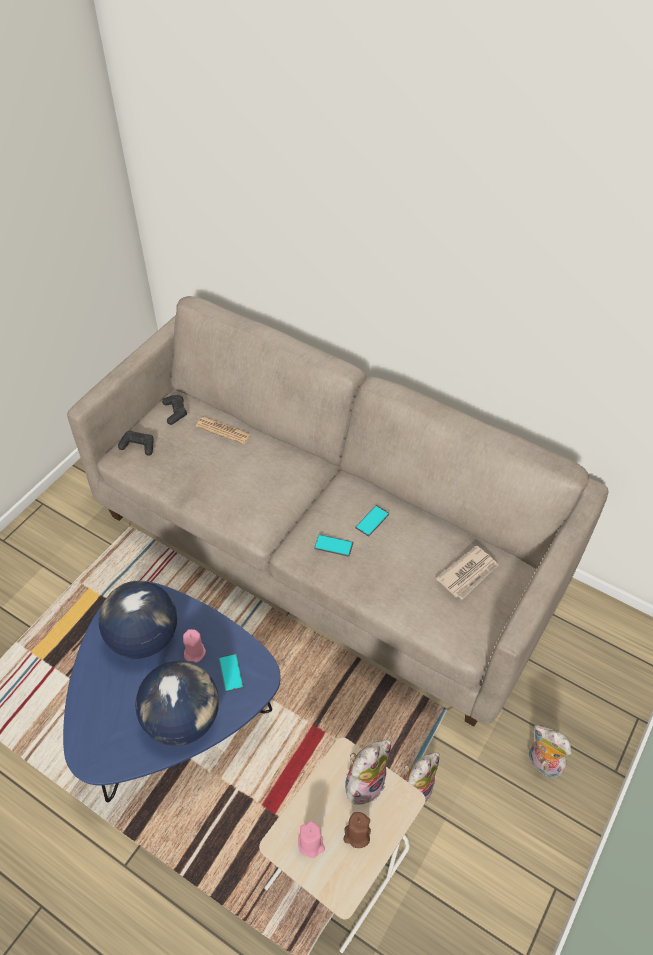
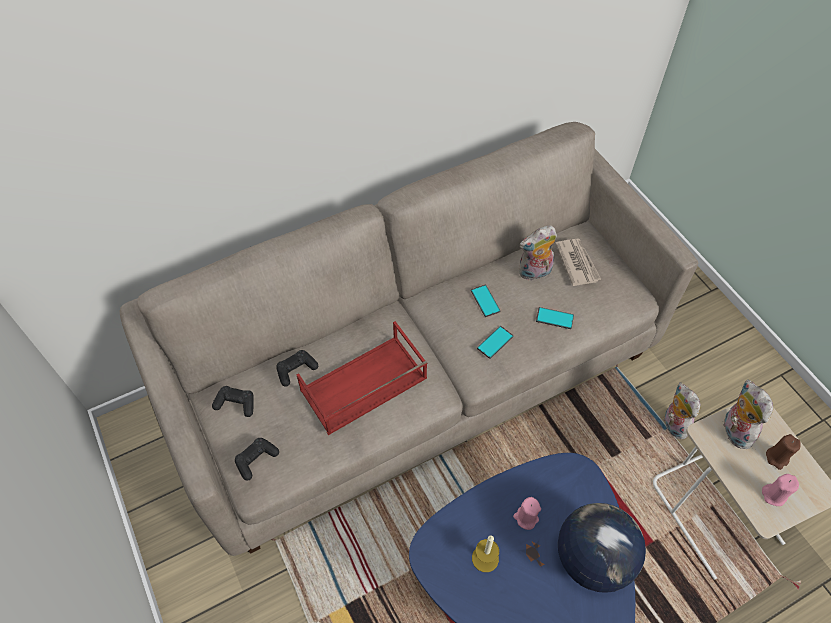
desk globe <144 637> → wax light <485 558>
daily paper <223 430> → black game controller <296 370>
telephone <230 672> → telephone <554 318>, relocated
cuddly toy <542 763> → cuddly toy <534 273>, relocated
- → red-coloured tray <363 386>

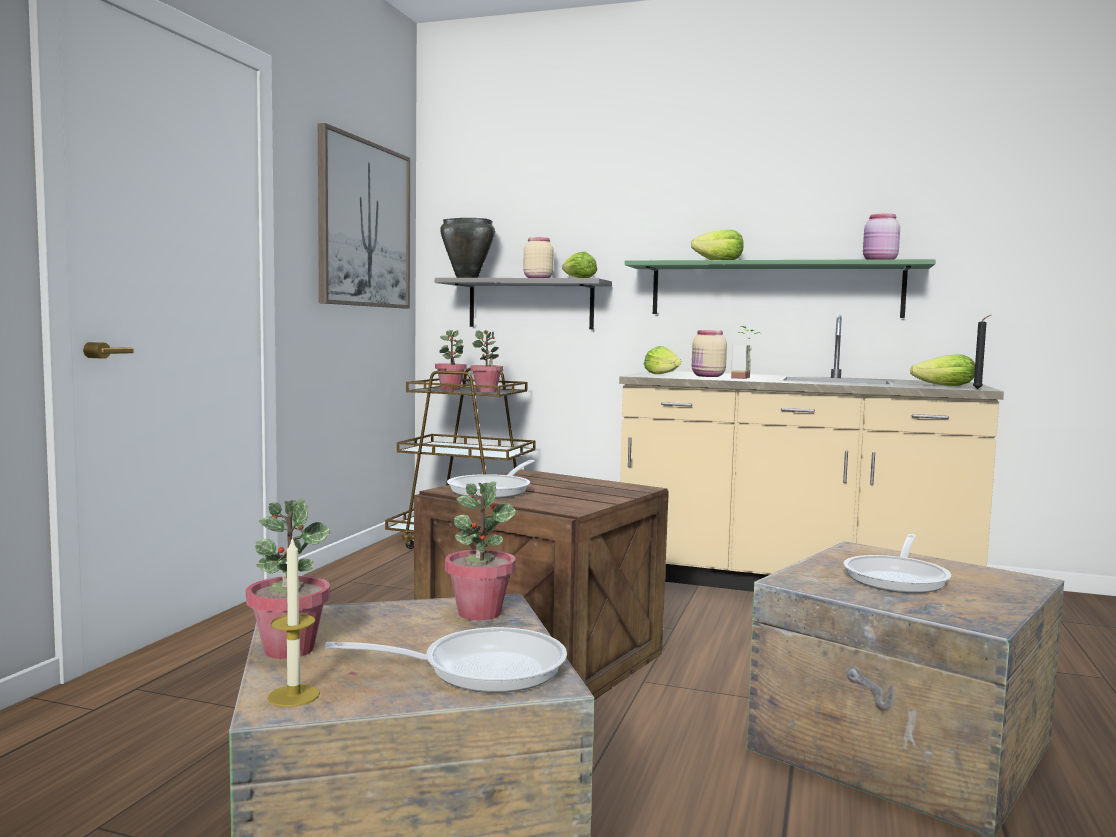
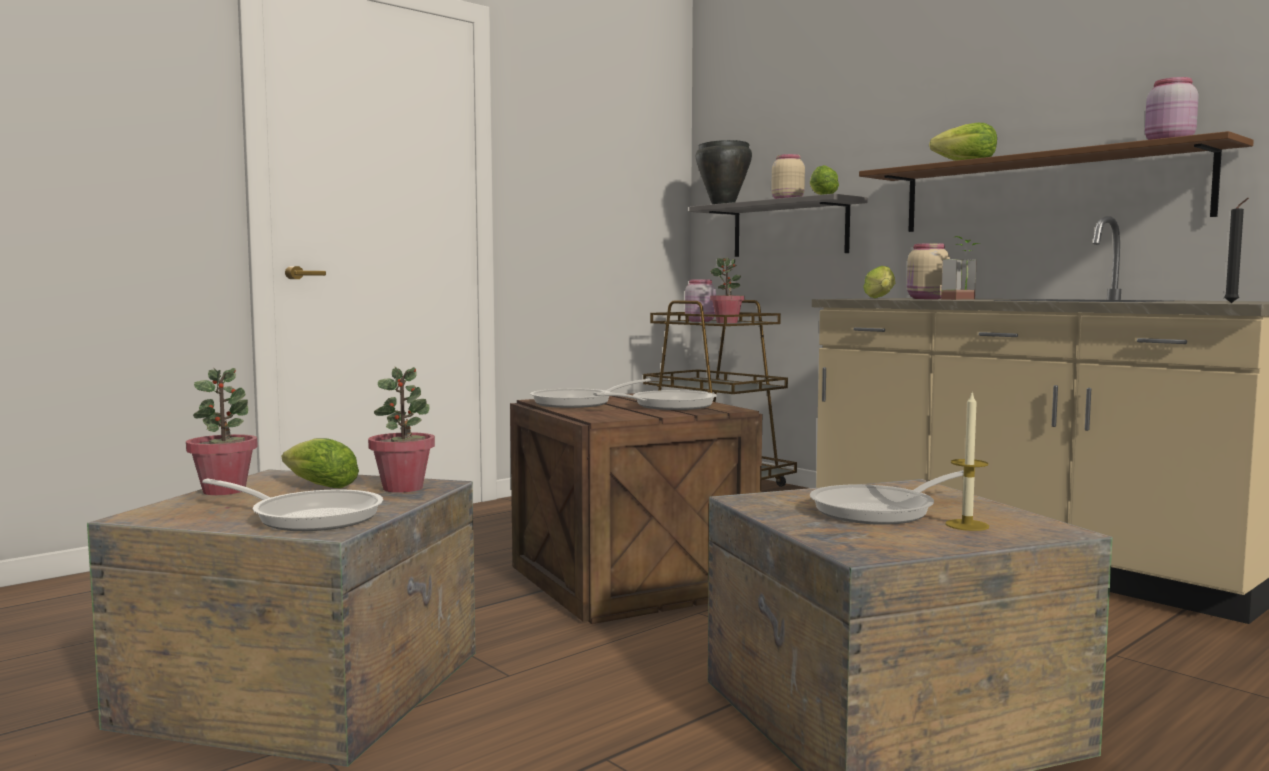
wax light <294 695> → wax light <967 525>, relocated
picture <364 224> → -
houseplant <450 389> → pink storage jar <700 321>
greenish bracket shelf <774 290> → brownish bracket shelf <1046 192>
head of lettuce <940 385> → head of lettuce <316 486>, relocated
- → pan <667 406>

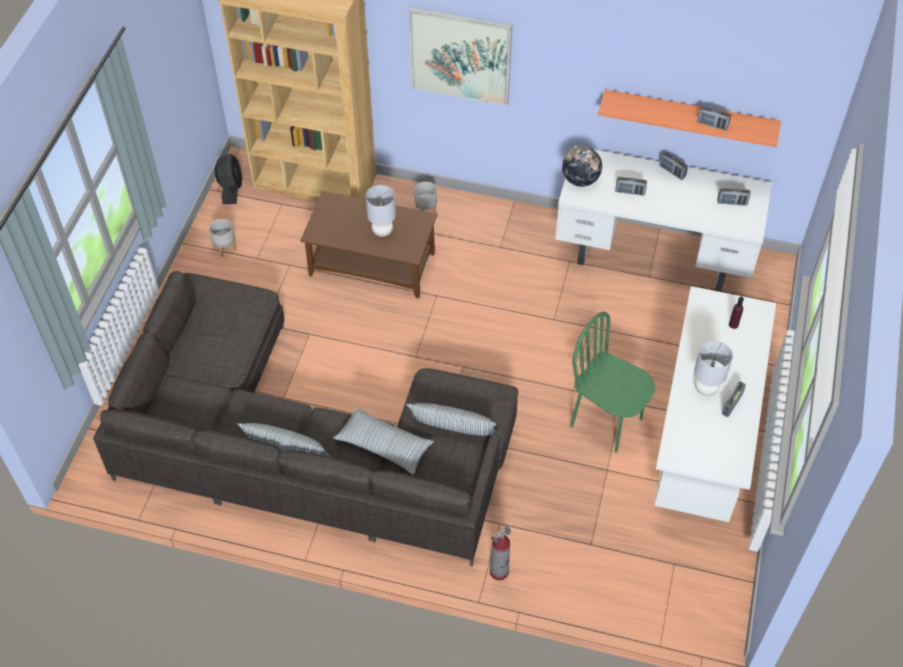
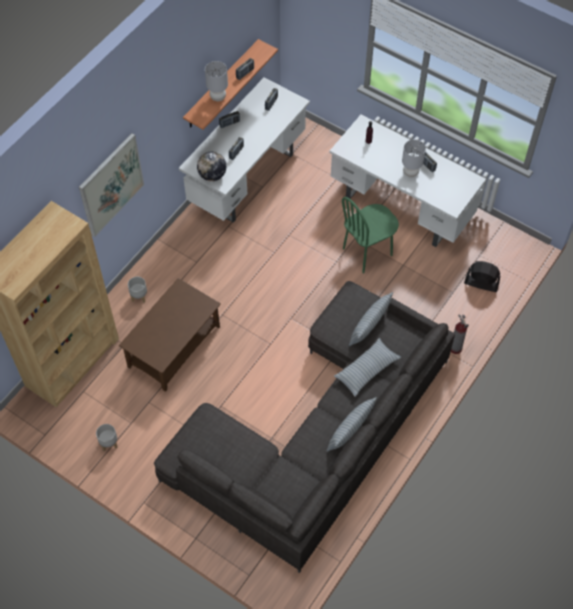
black electric fan <231 189> → black electric fan <481 283>, relocated
greyish table lamp <382 231> → greyish table lamp <217 97>, relocated

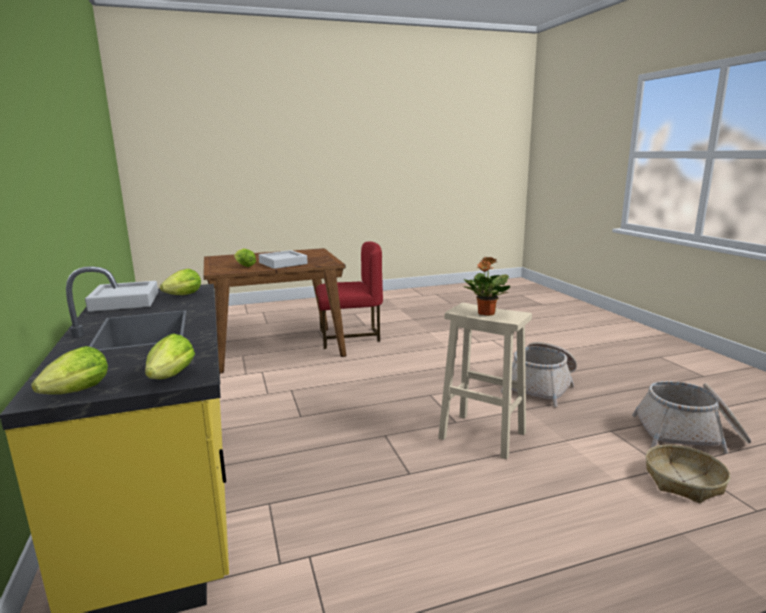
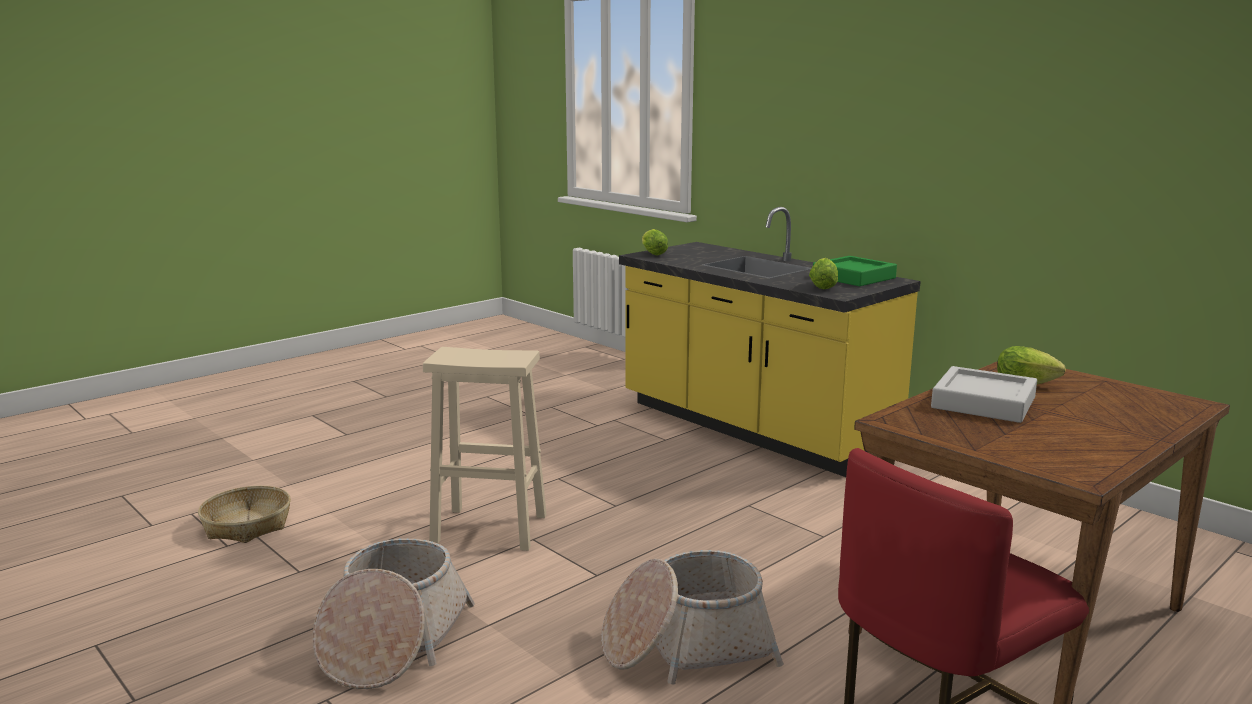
head of lettuce <74 393> → -
greyish tray <125 302> → greenish tray <853 277>
houseplant <486 313> → -
basket <690 434> → basket <686 646>, relocated

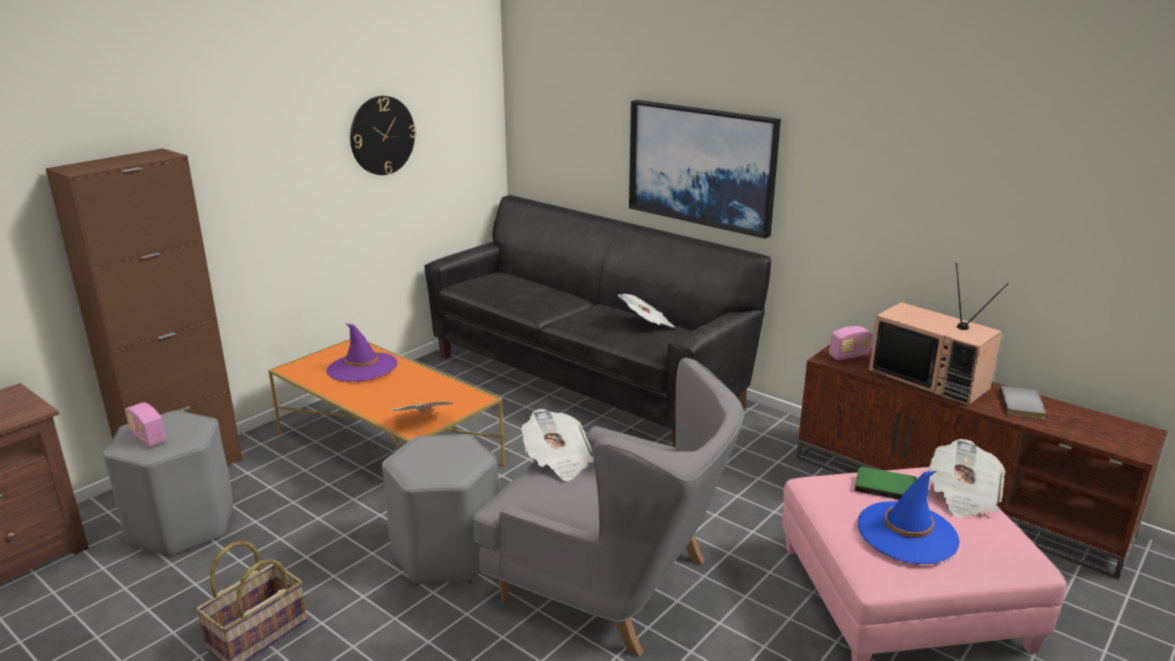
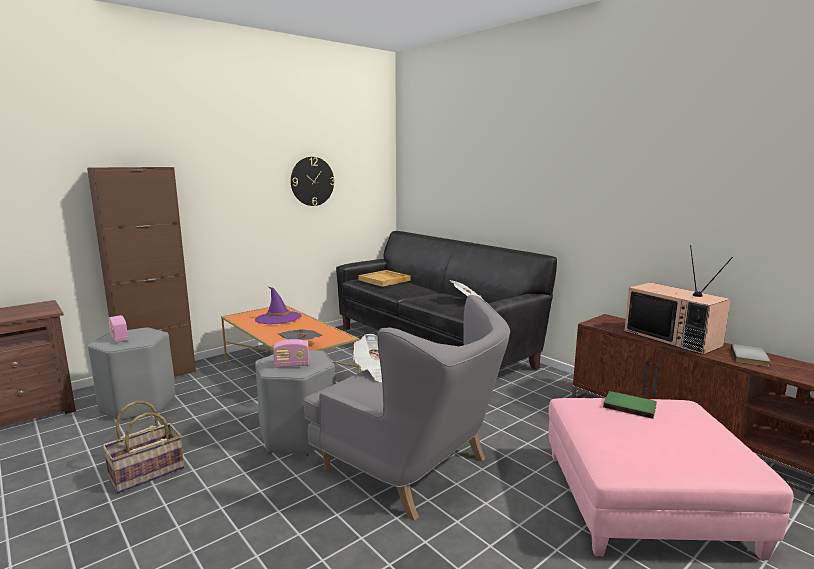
picture <701 166> → -
radio <849 356> → radio <292 365>, relocated
blue wearable hat <907 533> → -
daily paper <962 496> → -
- → sand-coloured tray <384 280>

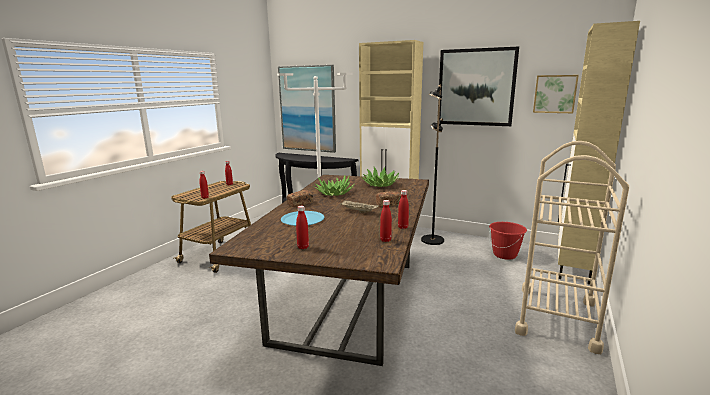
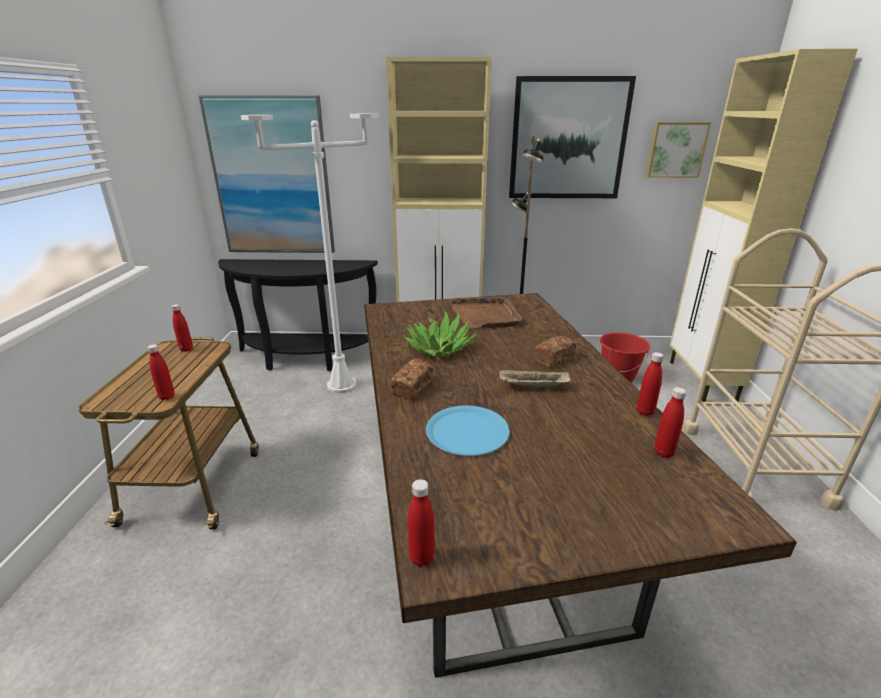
red-coloured drink bottle <303 247> → red-coloured drink bottle <421 558>, relocated
houseplant <380 184> → brownish tray <486 315>

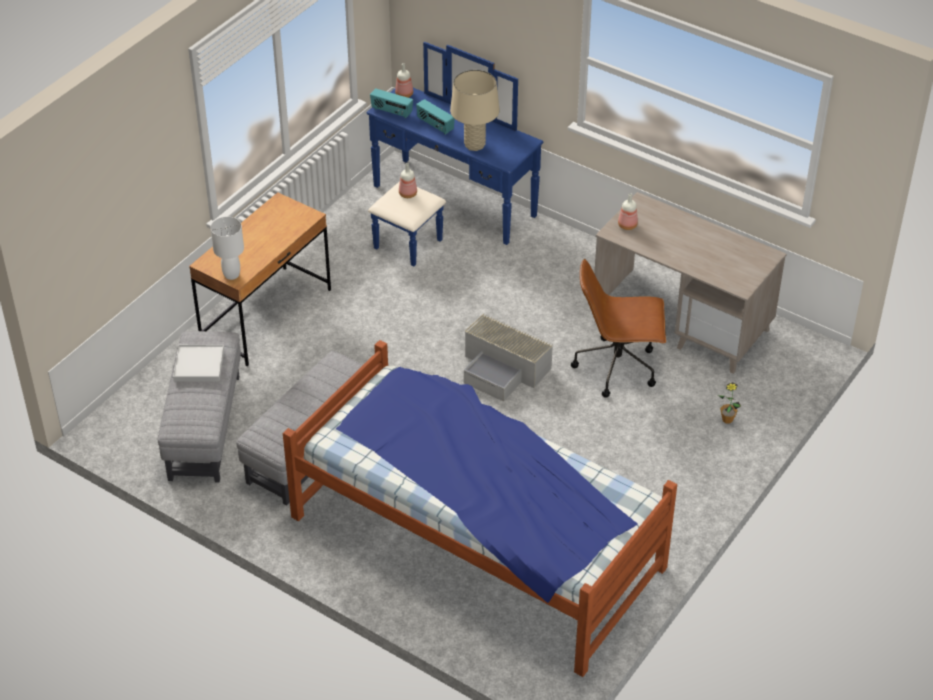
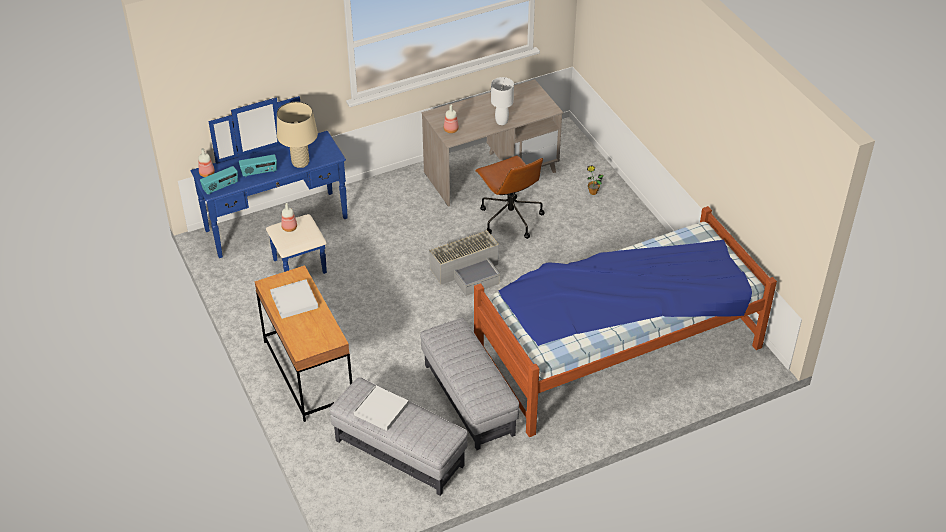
whitish table lamp <231 275> → whitish table lamp <501 122>, relocated
brownish office chair <618 367> → brownish office chair <510 218>, 60 degrees counterclockwise
- → whitish tray <294 300>

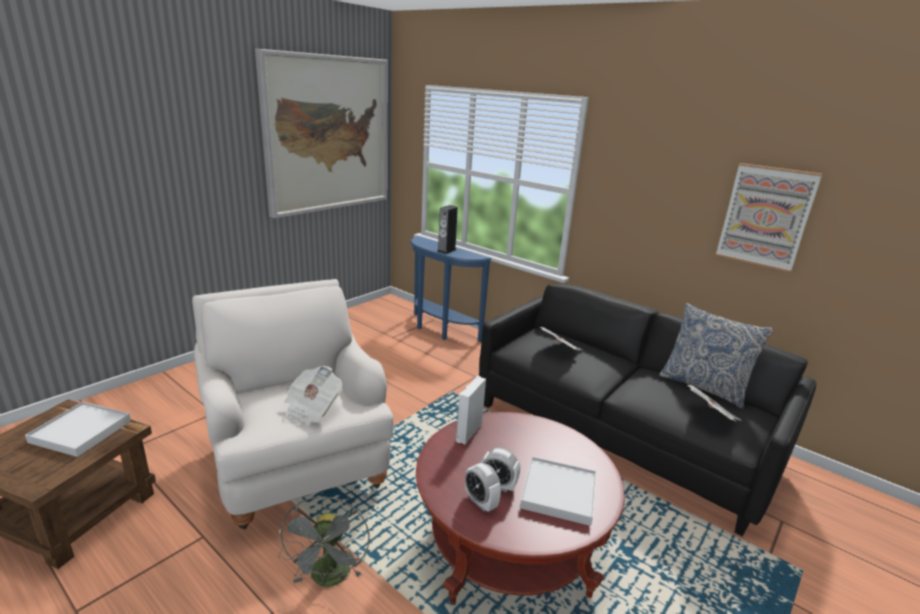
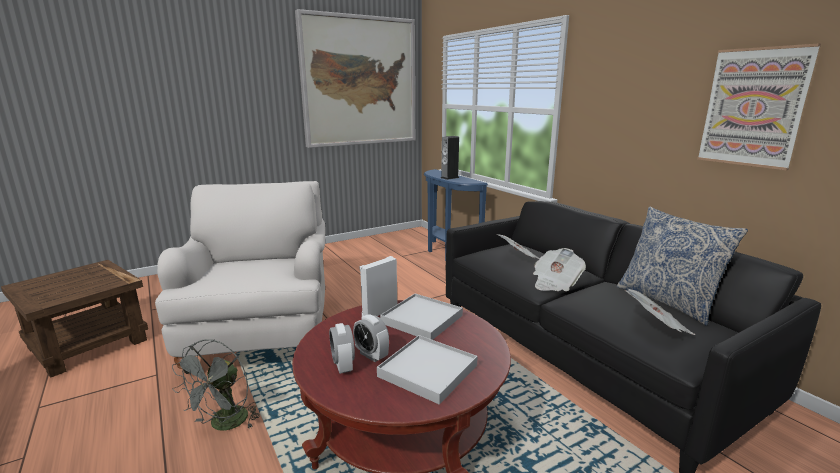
whitish tray <81 431> → whitish tray <422 319>, relocated
daily paper <311 409> → daily paper <555 283>, relocated

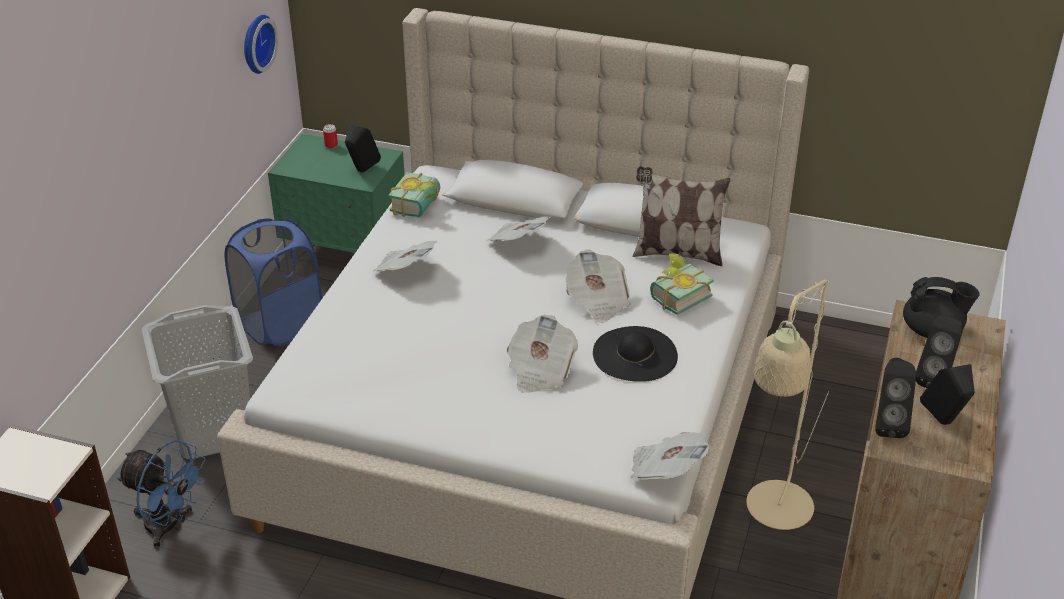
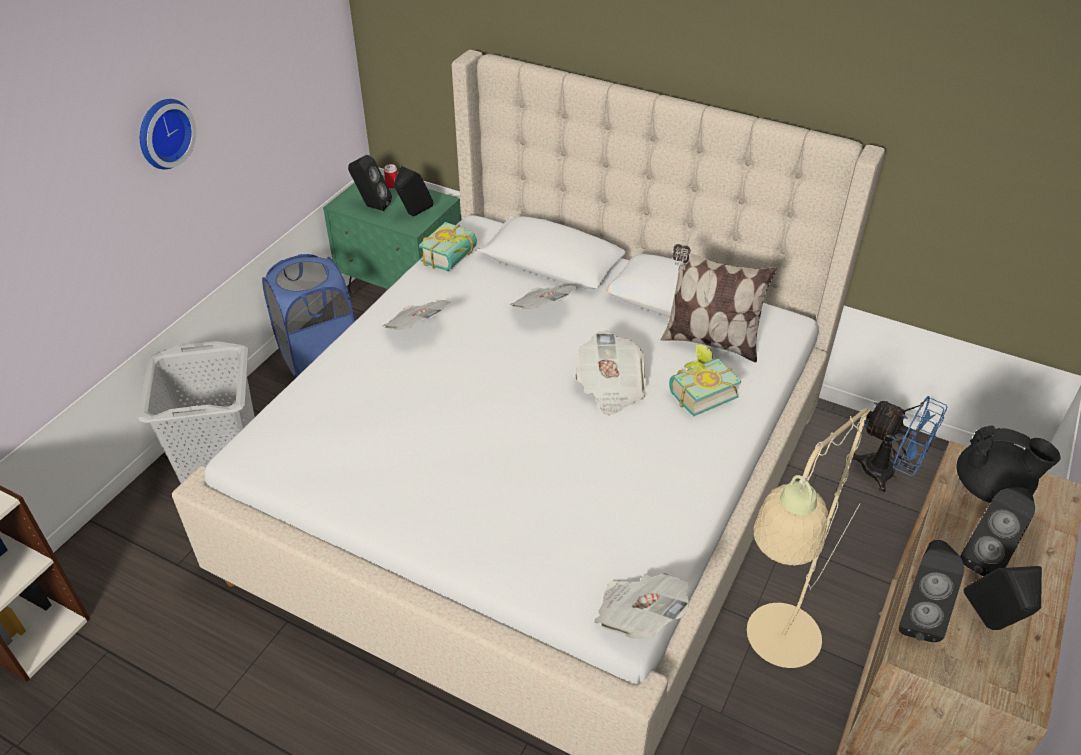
blue electric fan <170 526> → blue electric fan <887 474>, relocated
clock on the wall <255 43> → clock on the wall <162 132>, relocated
daily paper <540 370> → -
black wearable hat <635 354> → -
- → black loudspeaker <372 207>

